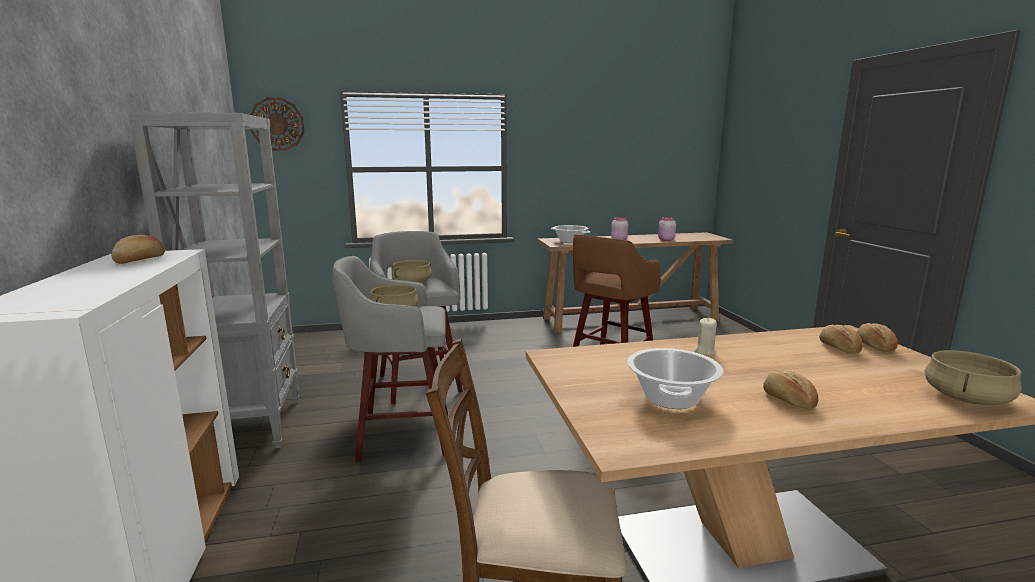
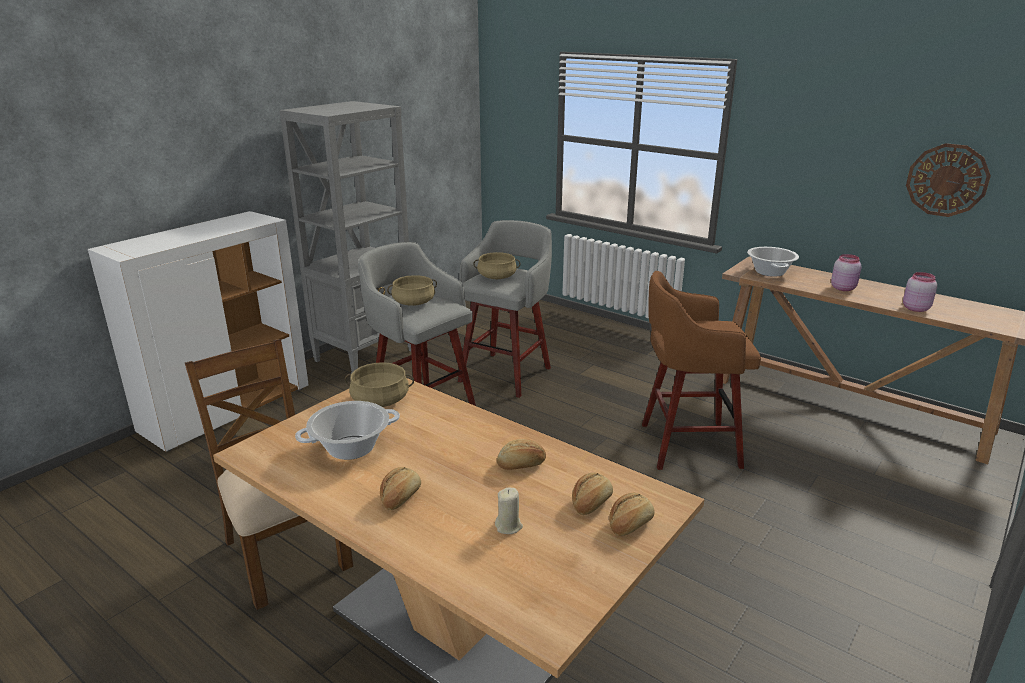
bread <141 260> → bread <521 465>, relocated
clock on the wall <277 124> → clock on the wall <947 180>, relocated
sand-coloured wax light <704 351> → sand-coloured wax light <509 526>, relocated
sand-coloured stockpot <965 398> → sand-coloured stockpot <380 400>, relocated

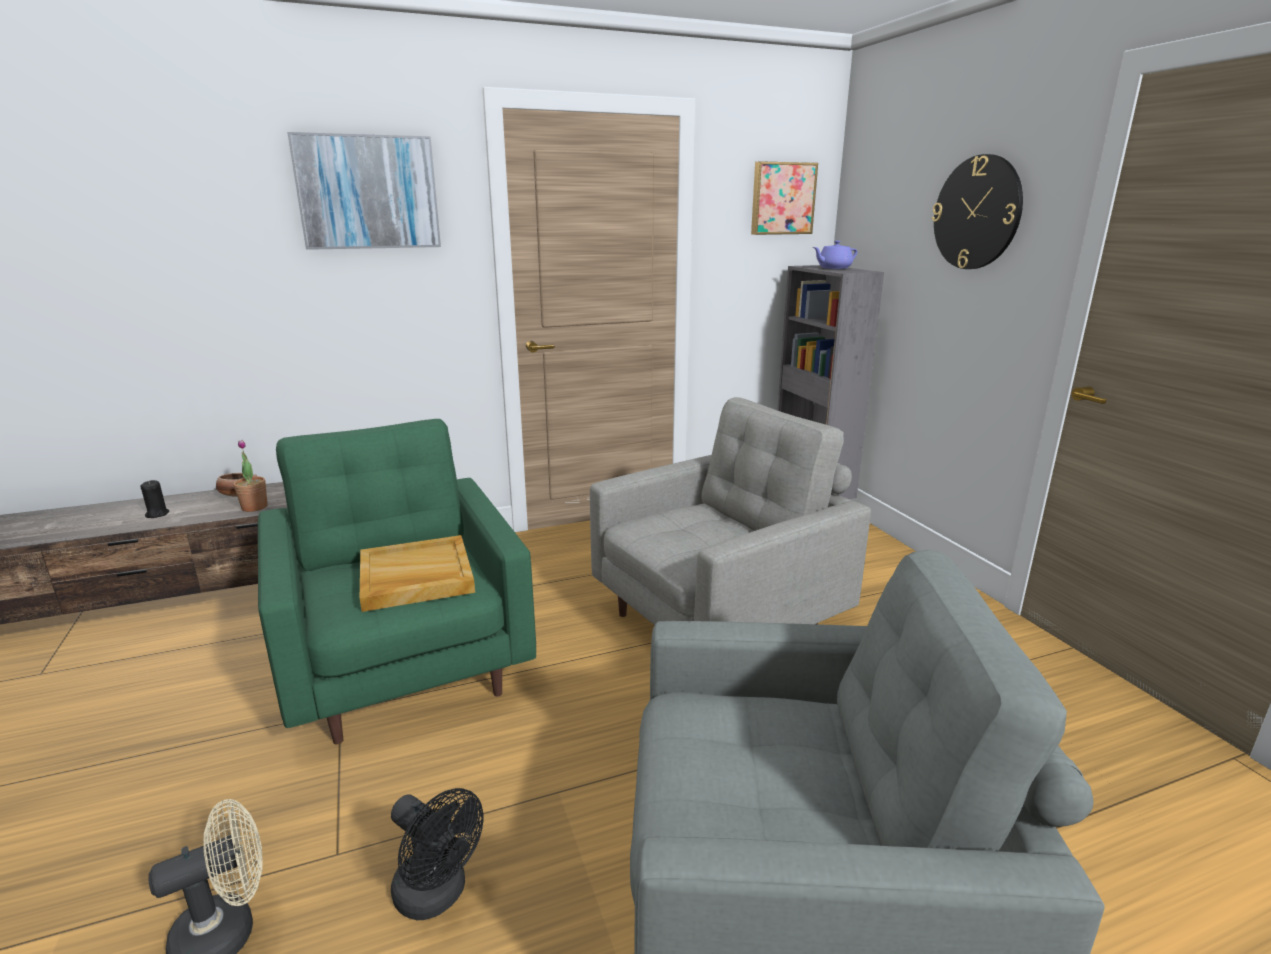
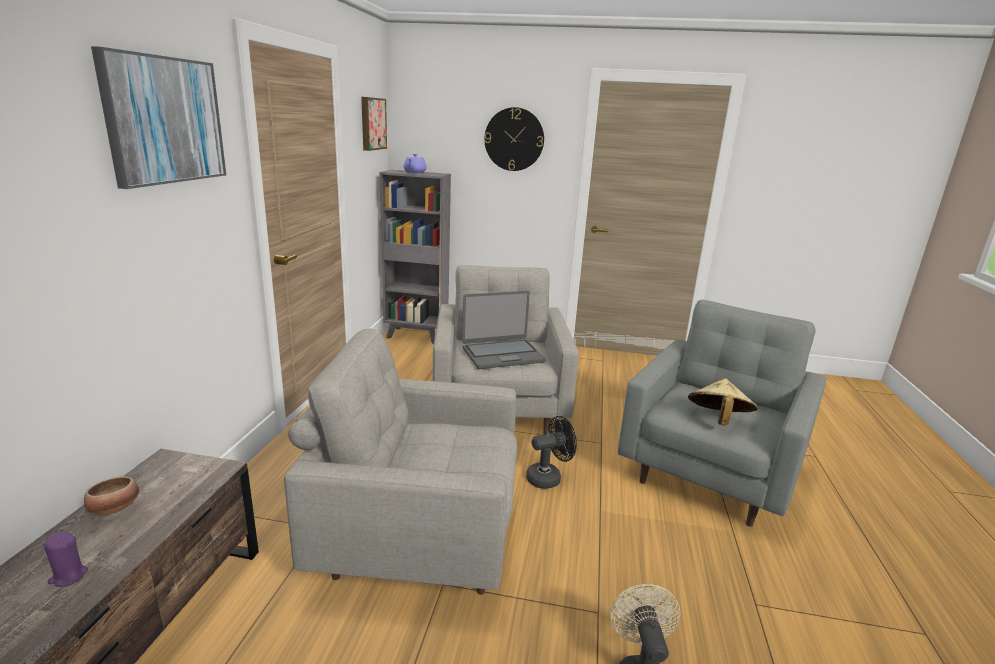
black wax light <157 514> → purple-coloured wax light <68 576>
houseplant <254 507> → -
greenish easy chair <407 665> → greyish easy chair <416 536>
sand-coloured tray <415 577> → -
black electric fan <438 895> → black electric fan <548 477>, relocated
- → notebook computer <502 354>
- → sand-coloured wearable hat <717 420>

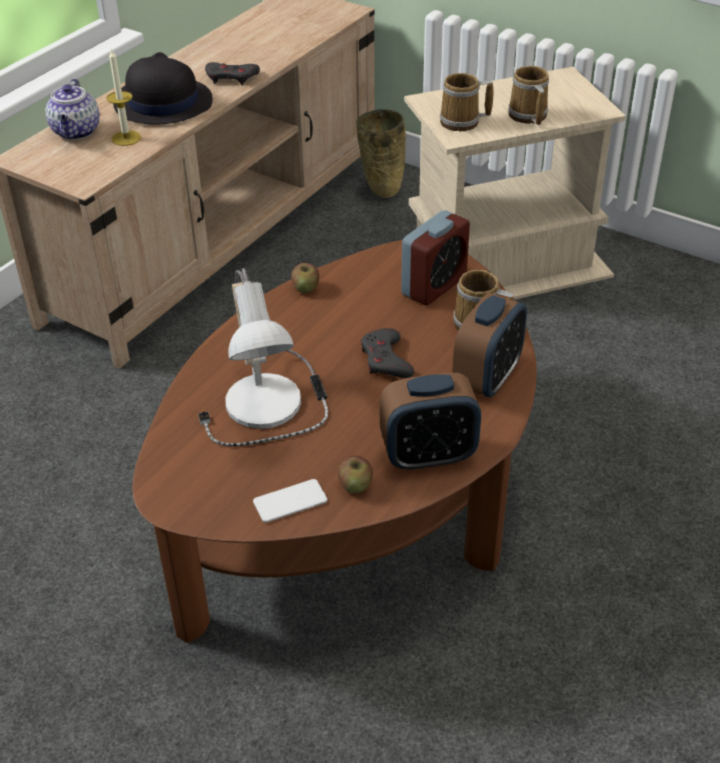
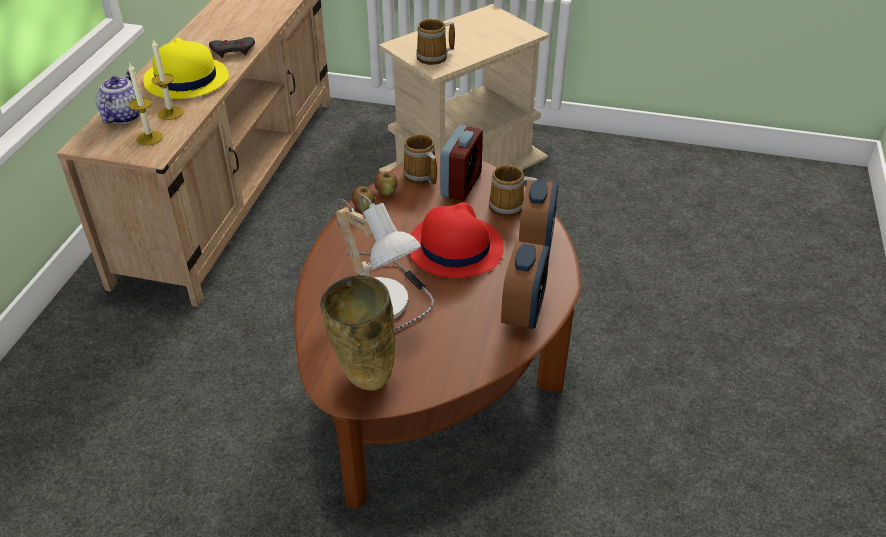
tea pot <76 132> → tea pot <124 115>, 150 degrees counterclockwise
black wearable hat <162 103> → yellow wearable hat <186 80>
telephone <290 501> → -
whole apple <355 485> → whole apple <386 191>, relocated
sand-coloured vase <381 190> → sand-coloured vase <364 377>, relocated
greyish game controller <386 359> → red-coloured wearable hat <454 247>
table clock <428 455> → table clock <523 311>, 45 degrees counterclockwise
coffee mug <527 116> → coffee mug <420 176>, relocated
- → wax light <149 138>

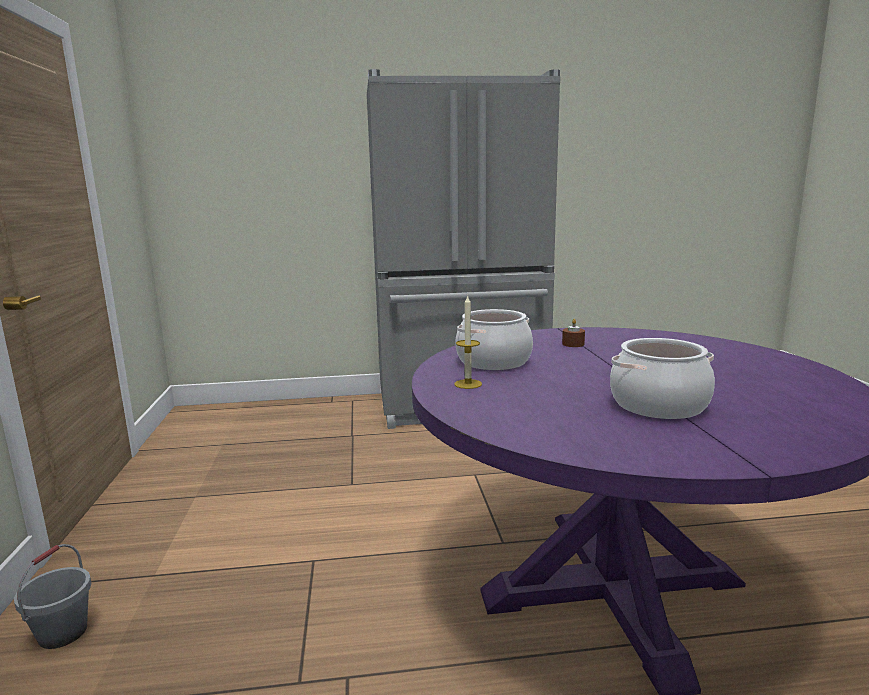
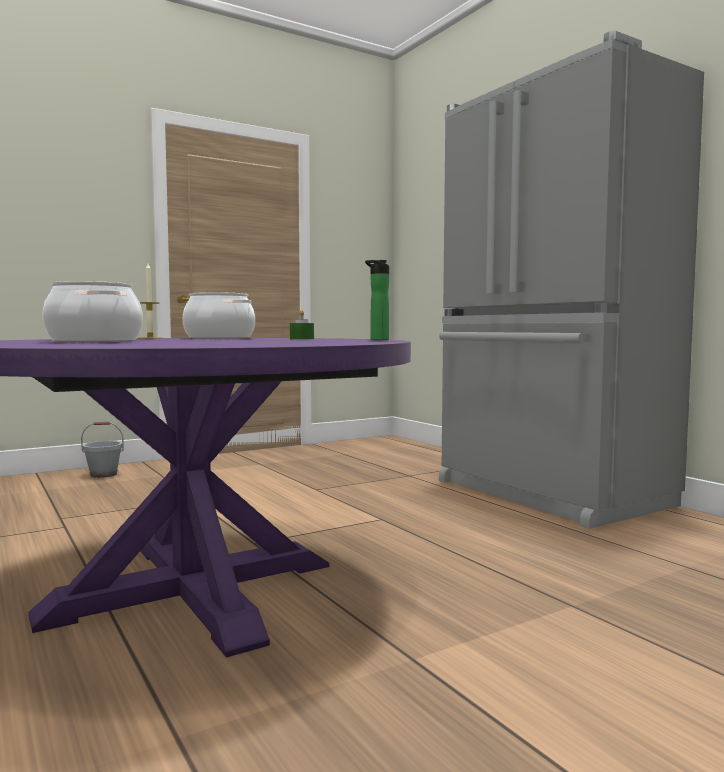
brownish wax light <573 344> → greenish wax light <302 339>
- → drink bottle <377 340>

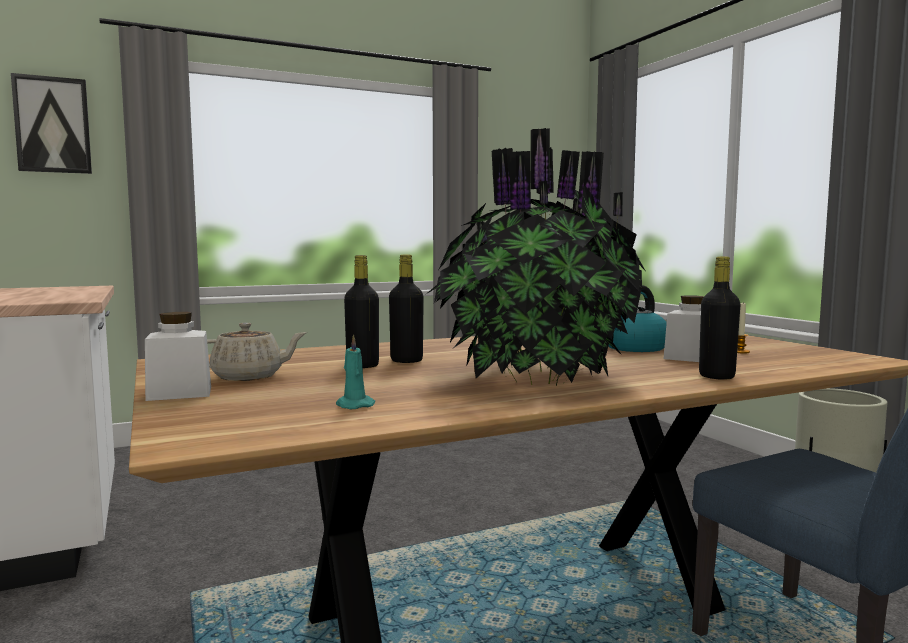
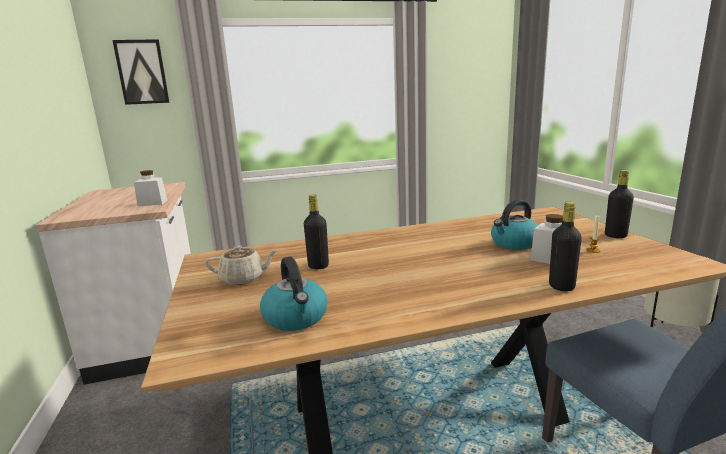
whitish storage jar <179 393> → whitish storage jar <152 203>, relocated
blue-green wax light <354 405> → tea kettle <296 318>
black drink bottle <406 361> → black drink bottle <615 236>, relocated
houseplant <532 378> → -

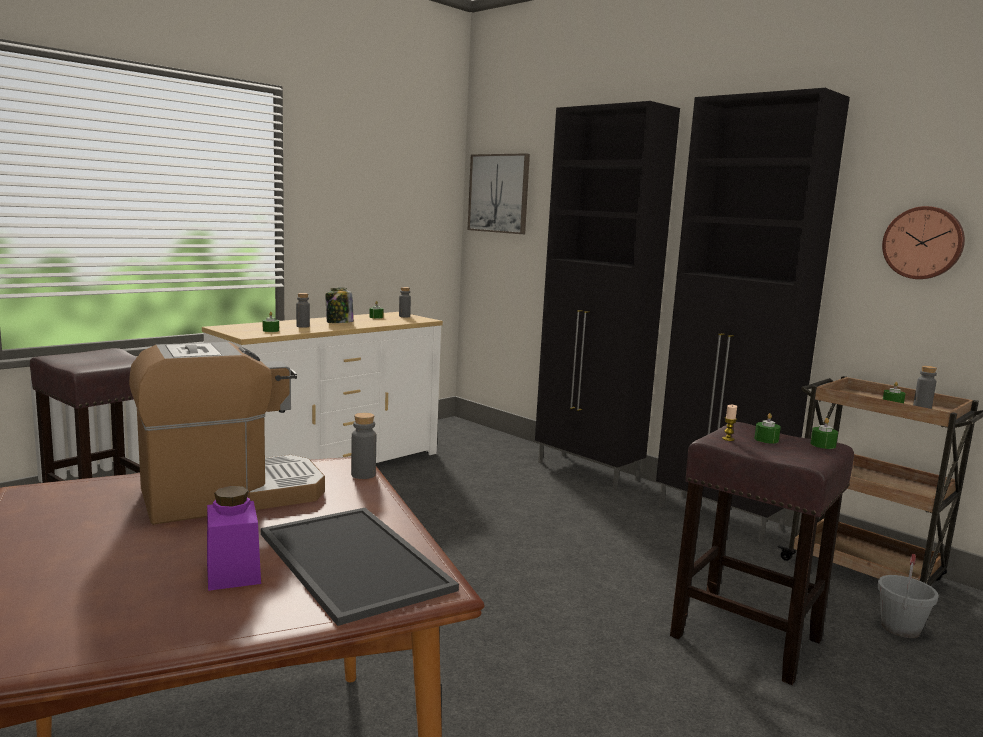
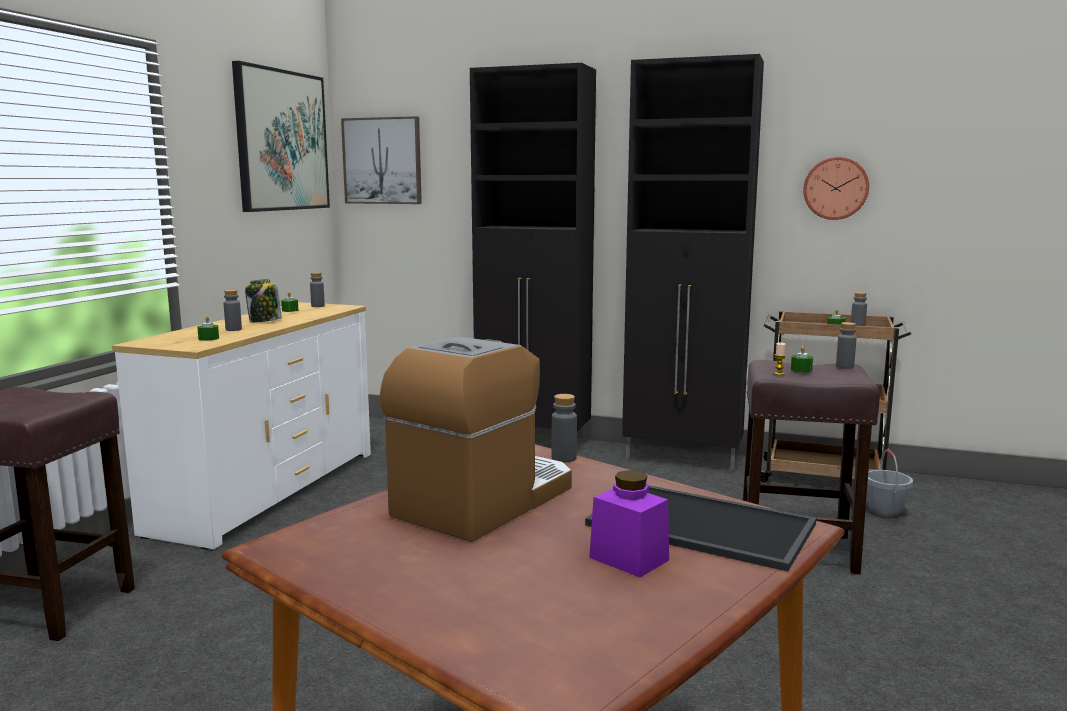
greenish wax light <823 445> → greyish drink bottle <844 366>
- → picture <282 141>

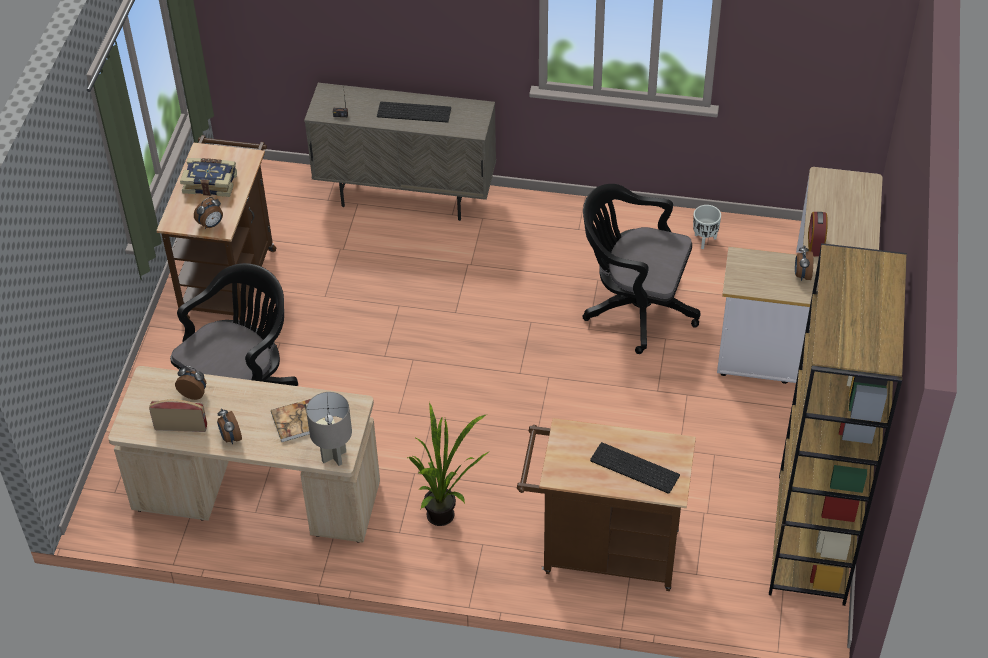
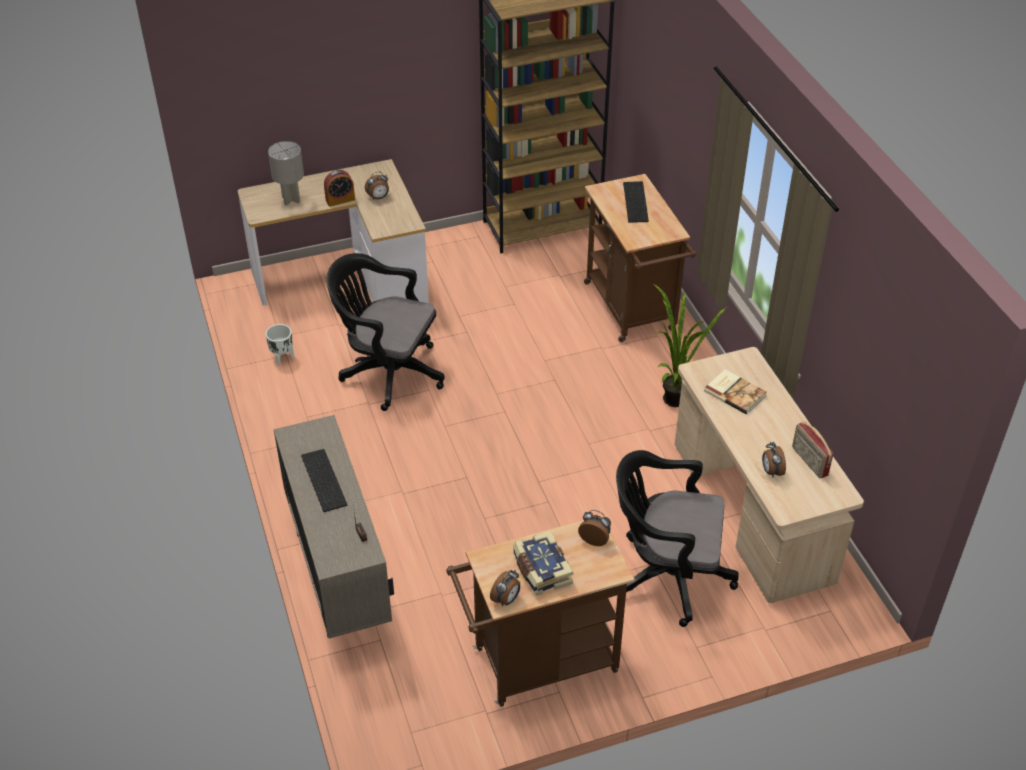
table clock <230 437> → table clock <506 599>, relocated
greyish table lamp <333 456> → greyish table lamp <291 200>, relocated
black office chair <634 308> → black office chair <388 372>, 120 degrees clockwise

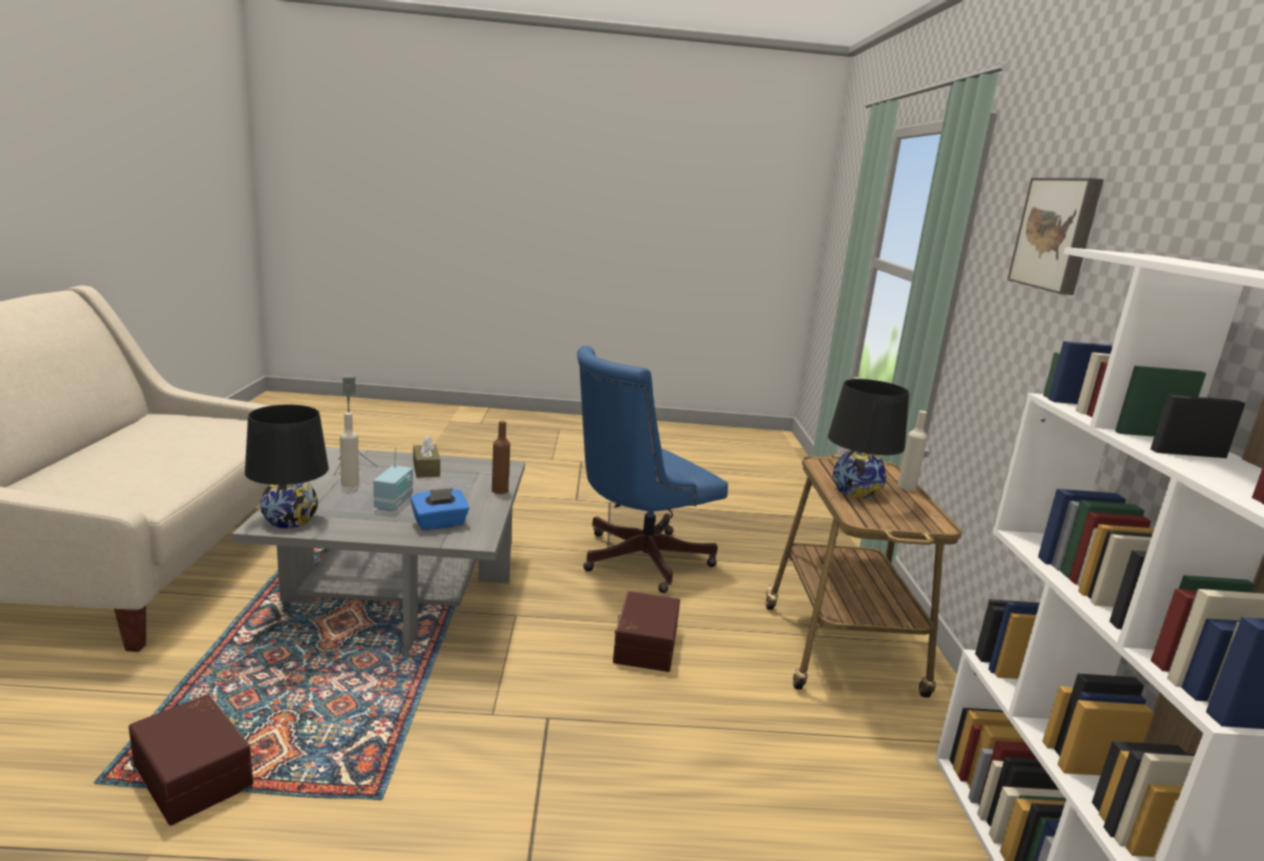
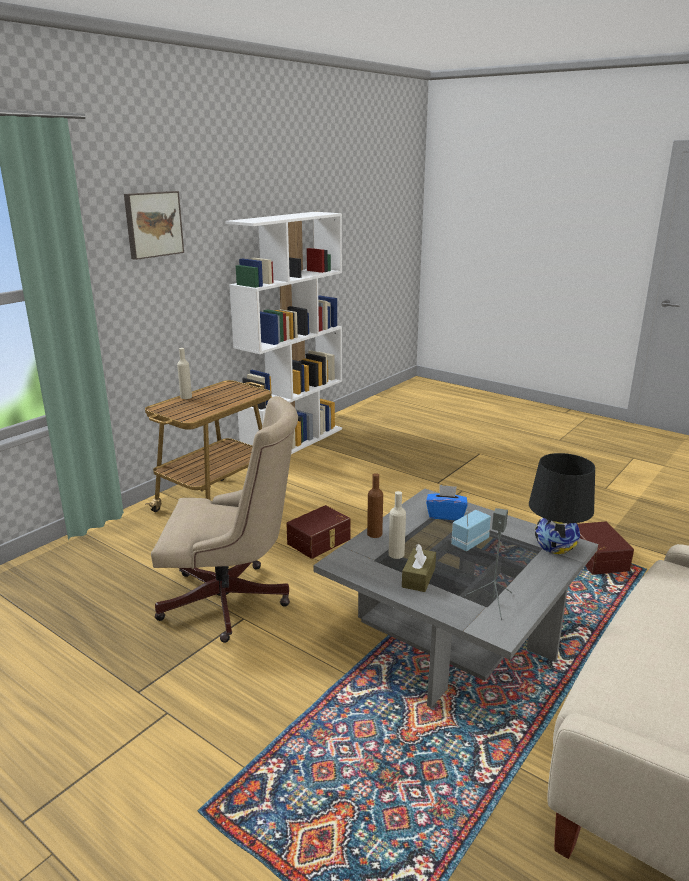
sand-coloured drink bottle <350 484> → sand-coloured drink bottle <396 554>, relocated
blue office chair <636 560> → sand-coloured office chair <232 602>
black table lamp <856 491> → -

